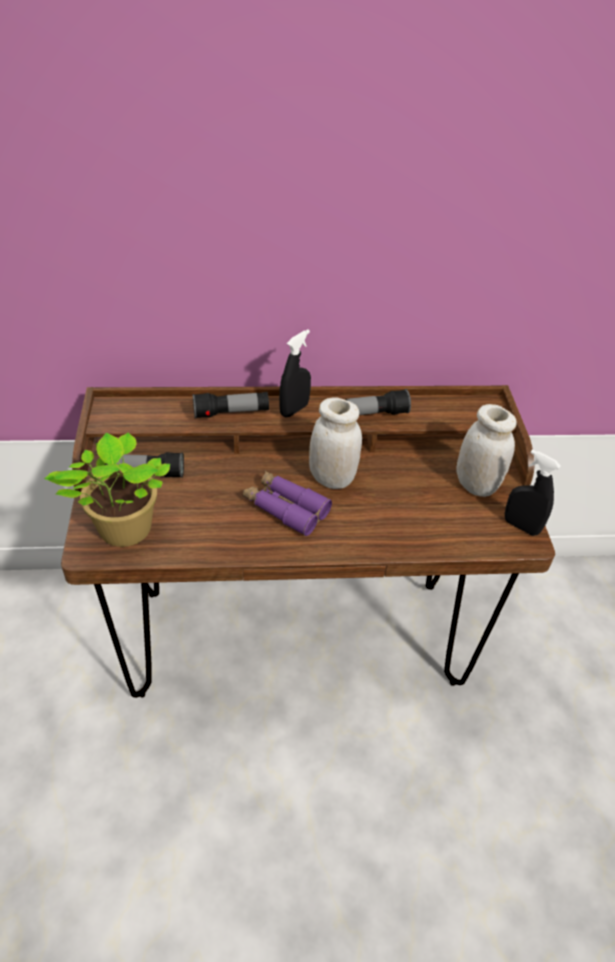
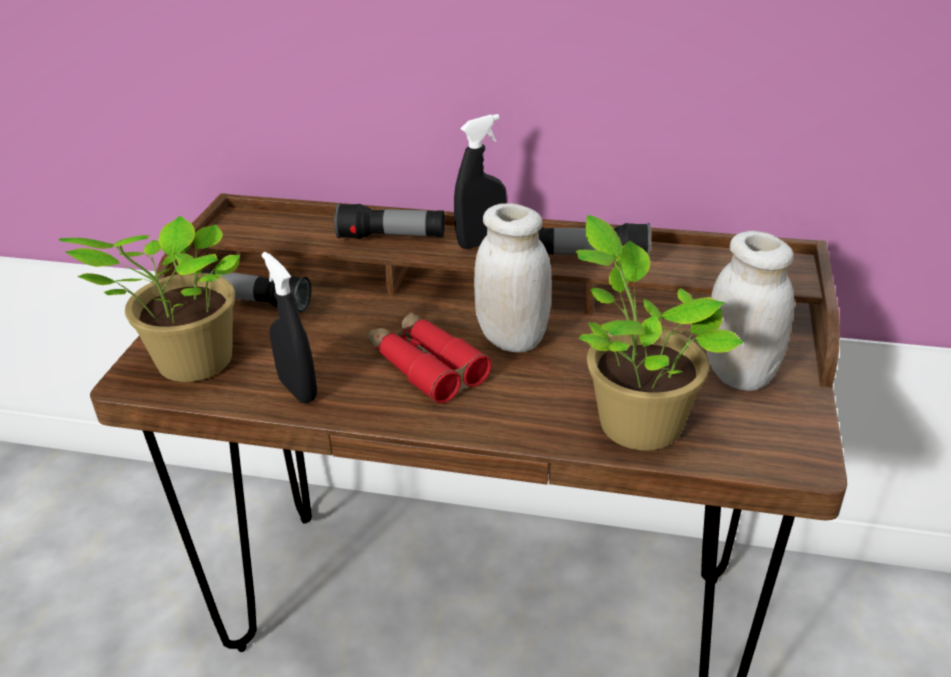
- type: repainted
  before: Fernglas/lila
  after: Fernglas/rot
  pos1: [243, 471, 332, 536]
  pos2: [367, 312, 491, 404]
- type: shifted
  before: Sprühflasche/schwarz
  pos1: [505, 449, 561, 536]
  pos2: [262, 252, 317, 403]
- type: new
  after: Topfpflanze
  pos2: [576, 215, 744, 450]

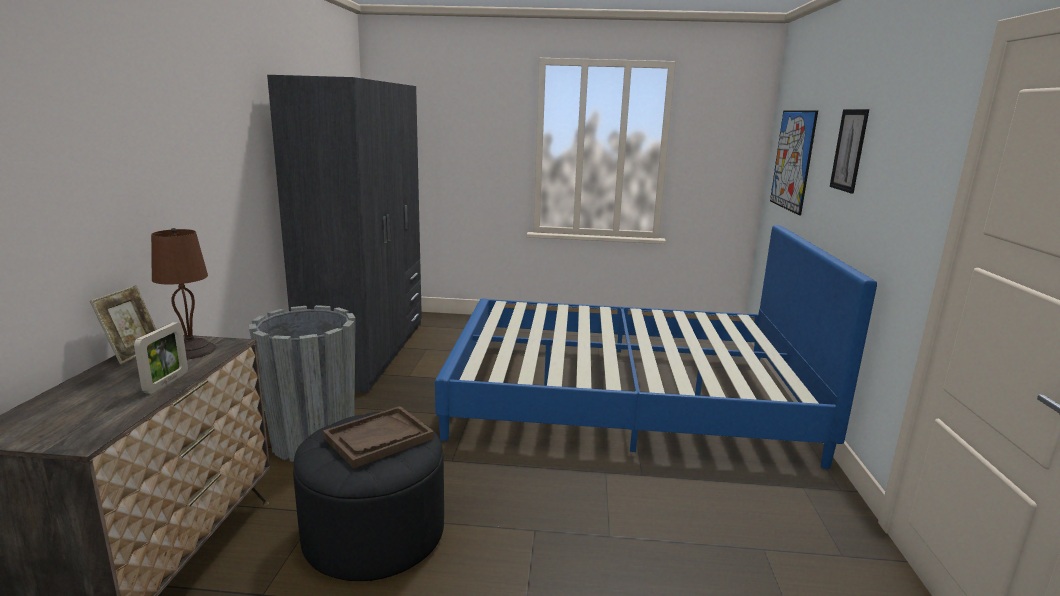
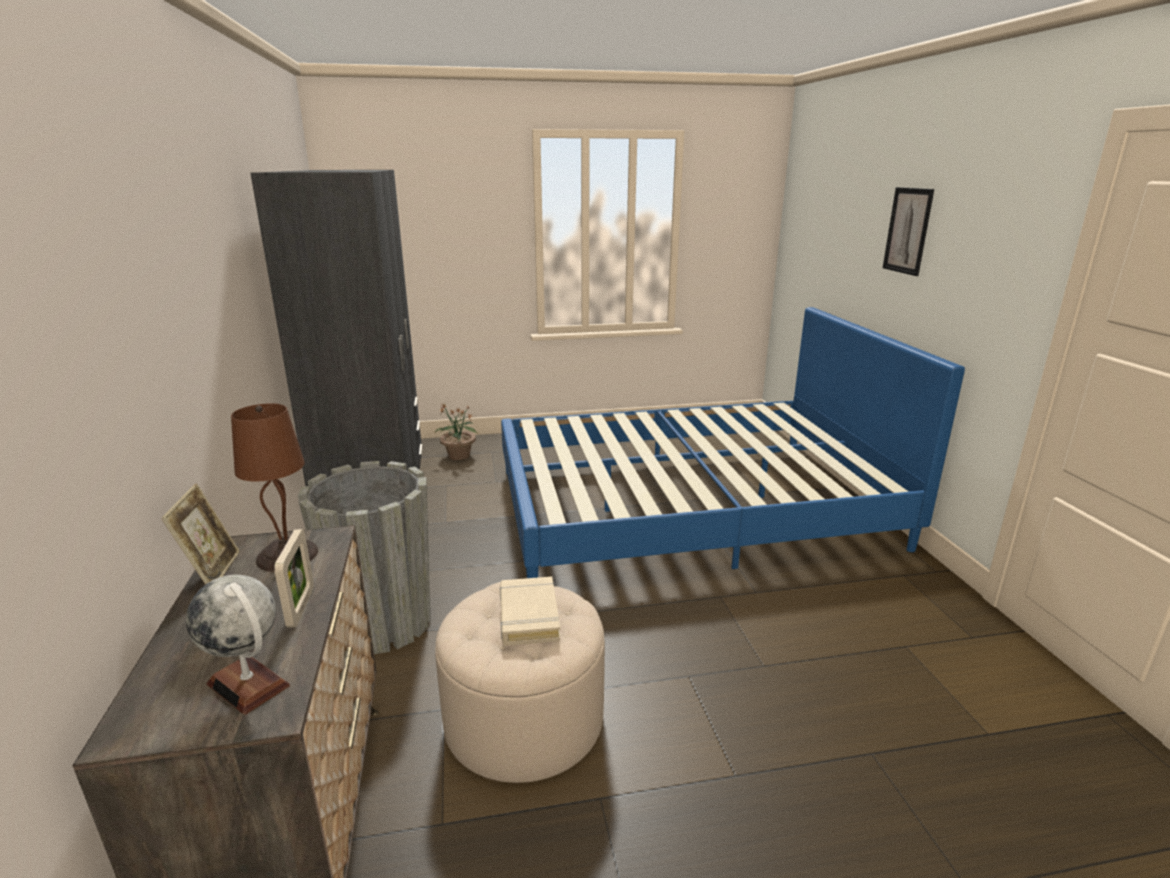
- type: repainted
  before: Polsterhocker/schwarz
  after: Polsterhocker/beige
  pos1: [293, 412, 444, 581]
  pos2: [435, 582, 605, 783]
- type: swapped
  before: Tablett/braun
  after: Buch/beige
  pos1: [323, 406, 434, 468]
  pos2: [500, 577, 560, 646]
- type: gone
  before: Bild
  pos1: [770, 110, 818, 216]
- type: new
  after: Globus
  pos2: [186, 575, 290, 715]
- type: new
  after: Topfpflanze
  pos2: [435, 404, 478, 460]

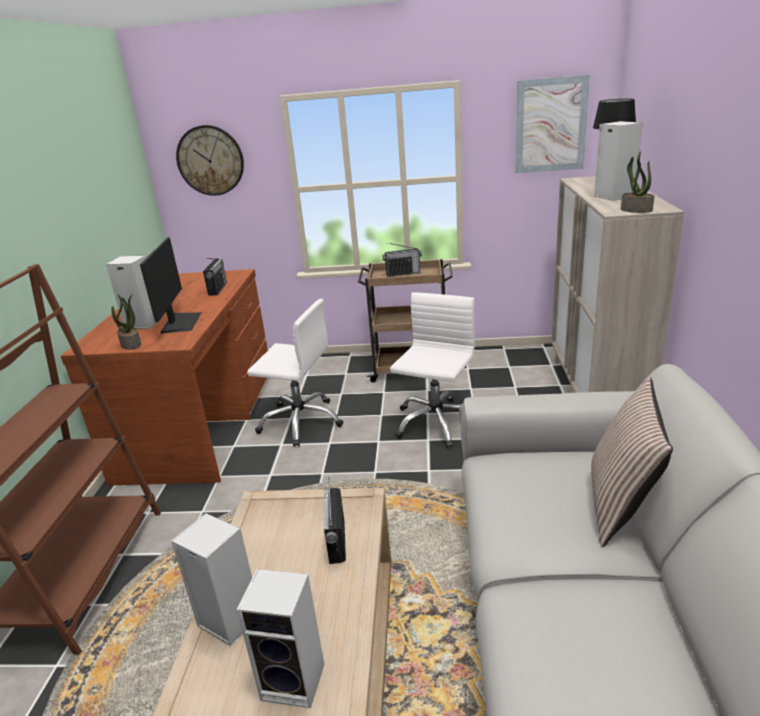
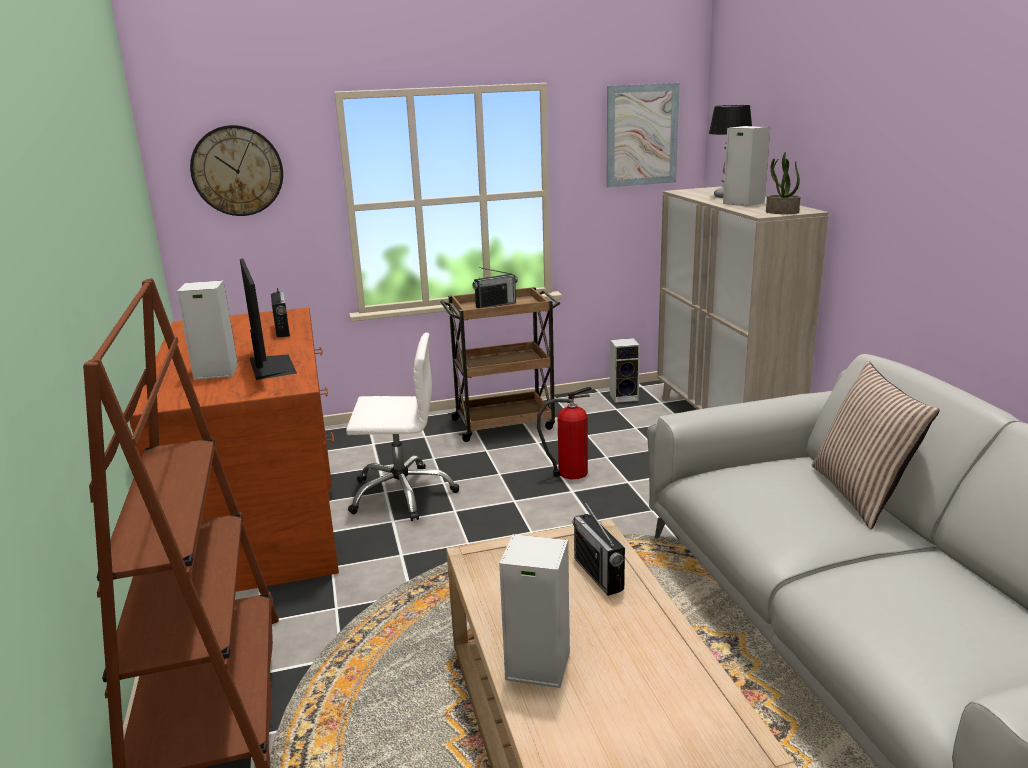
- type: gone
  before: Topfpflanze
  pos1: [111, 294, 141, 350]
- type: shifted
  before: Lautsprecher
  pos1: [237, 569, 324, 708]
  pos2: [610, 338, 640, 403]
- type: swapped
  before: Bürostuhl/weiß
  after: Feuerlöscher
  pos1: [390, 292, 475, 448]
  pos2: [537, 387, 592, 480]

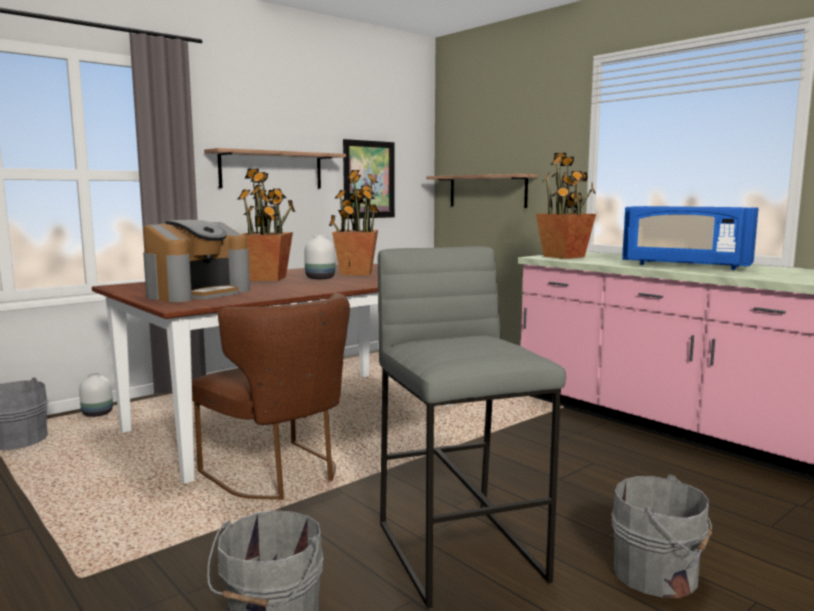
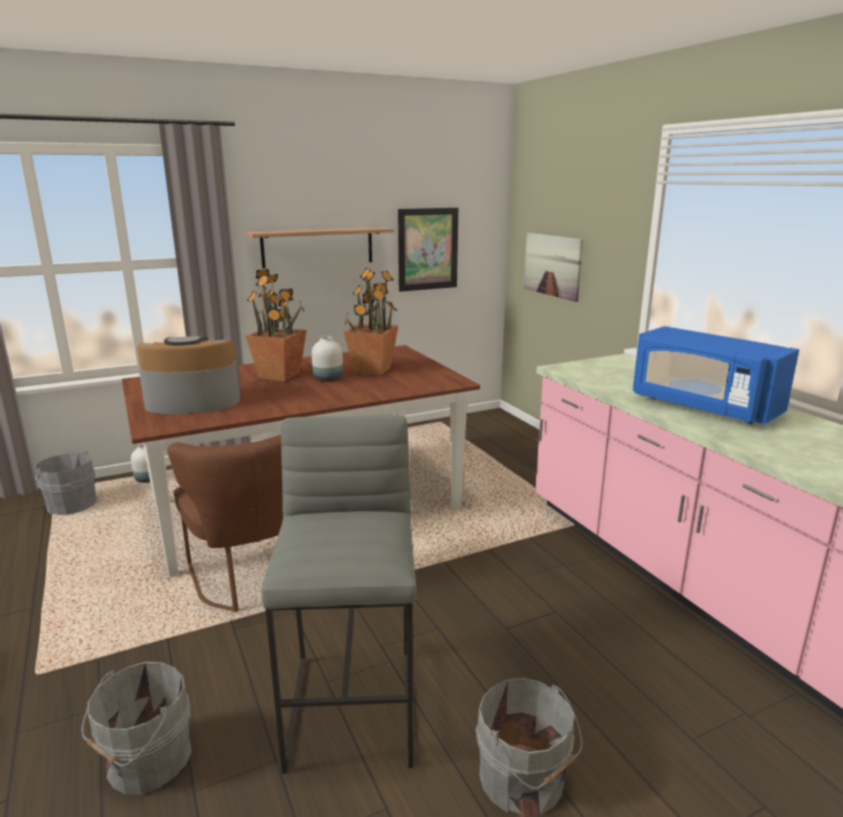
- type: rotated
  before: Kaffeemaschine
  pos1: [143, 220, 250, 302]
  pos2: [137, 336, 241, 414]
  turn: -150
- type: swapped
  before: Wandregal
  after: Bild
  pos1: [426, 174, 538, 208]
  pos2: [524, 233, 583, 302]
- type: gone
  before: Topfpflanze
  pos1: [536, 153, 596, 259]

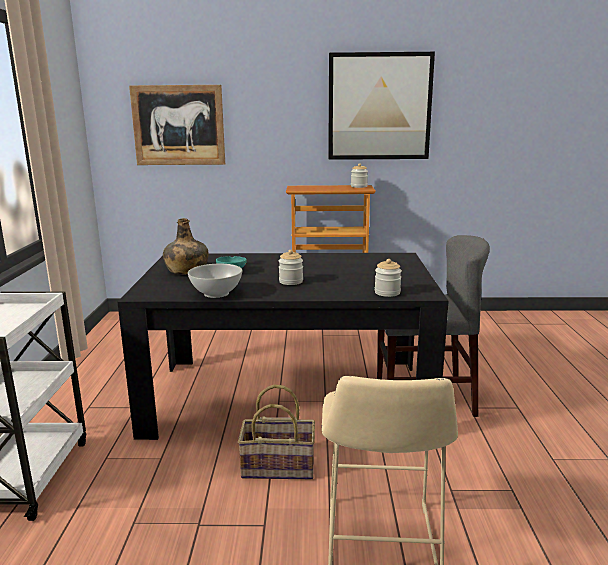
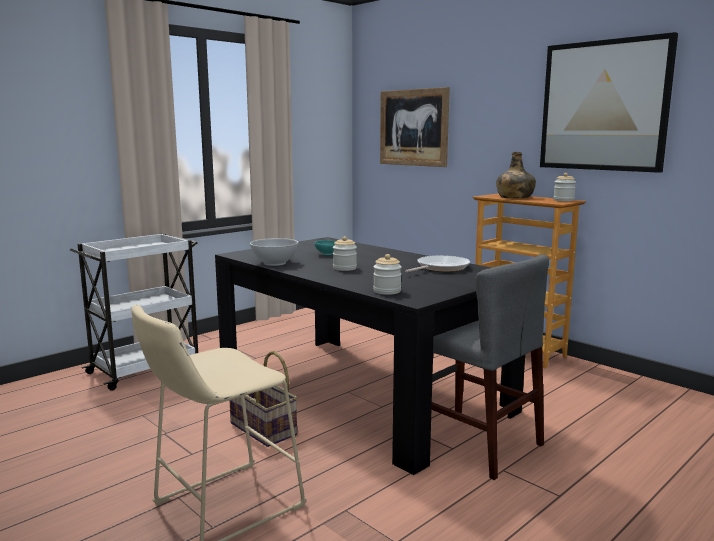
- type: shifted
  before: Flasche/grün
  pos1: [163, 218, 208, 275]
  pos2: [496, 152, 536, 198]
- type: new
  after: Pfanne
  pos2: [405, 255, 470, 272]

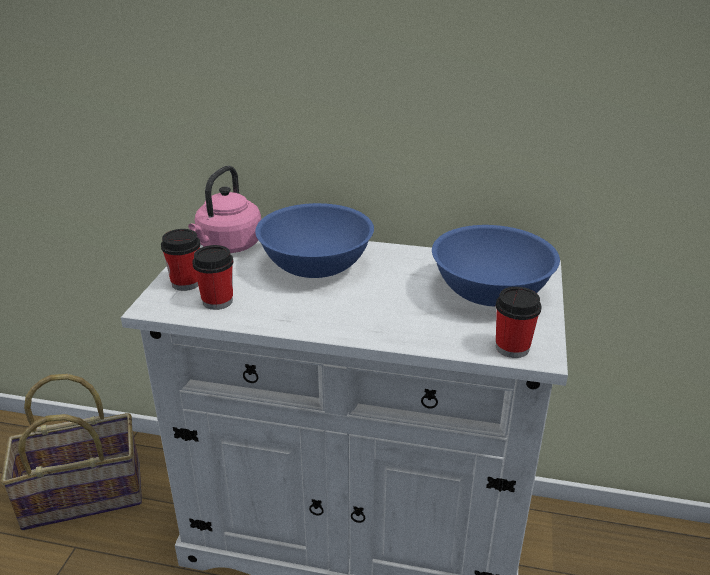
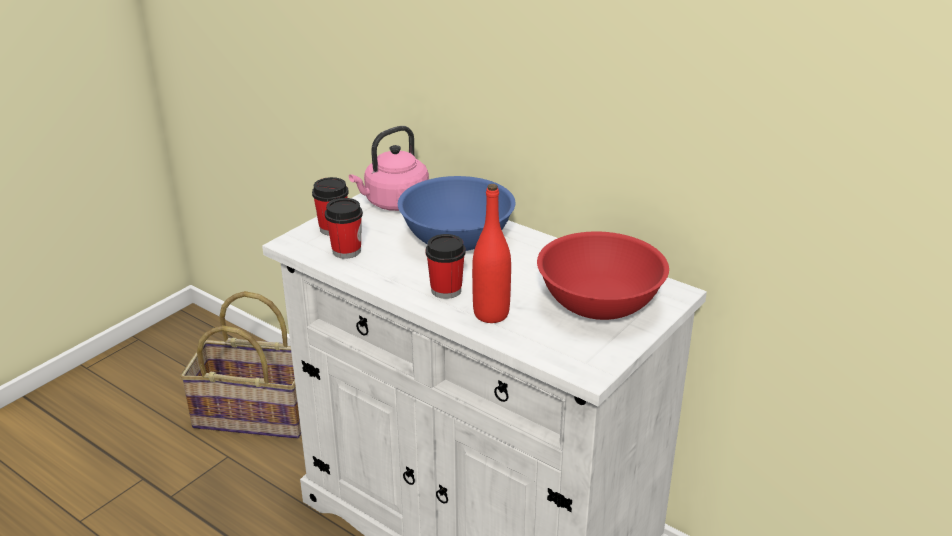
- type: repainted
  before: Schüssel/blau
  after: Schüssel/rot
  pos1: [432, 225, 560, 307]
  pos2: [537, 231, 669, 320]
- type: shifted
  before: Tasse
  pos1: [496, 287, 541, 358]
  pos2: [426, 234, 466, 299]
- type: new
  after: Flasche/rot
  pos2: [472, 184, 511, 323]

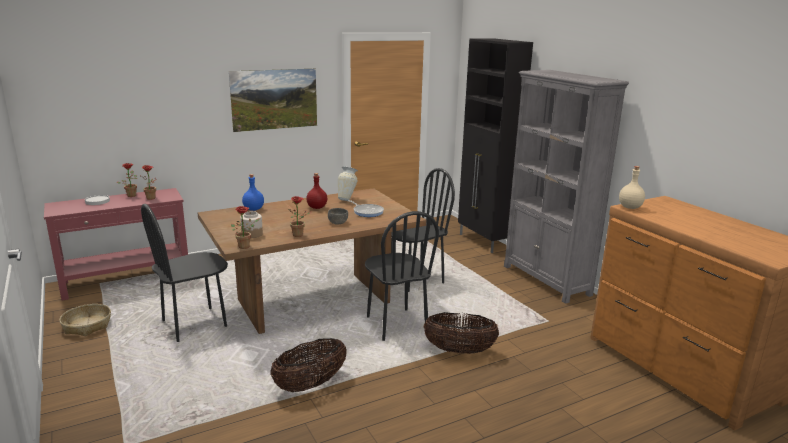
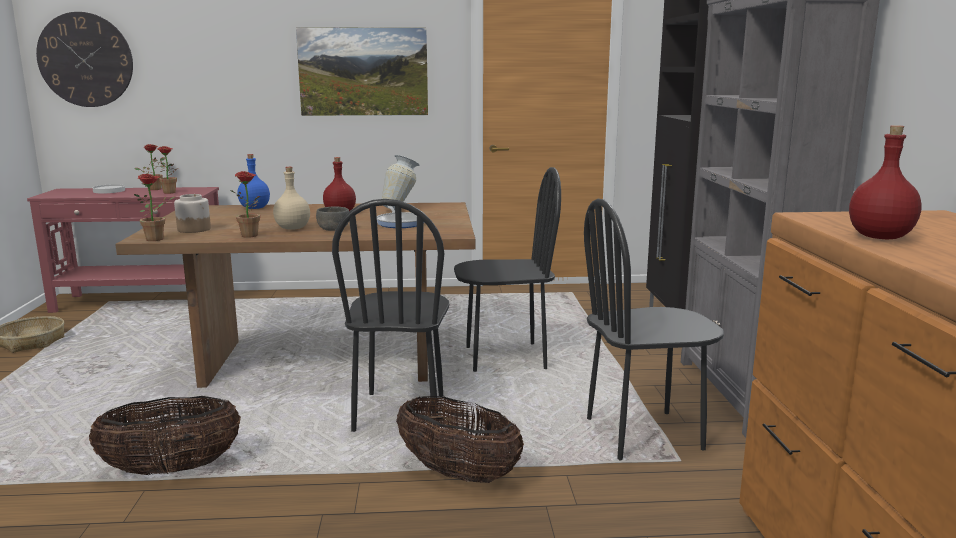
- type: shifted
  before: Stuhl/schwarz
  pos1: [141, 204, 228, 342]
  pos2: [584, 199, 724, 461]
- type: shifted
  before: Flasche/beige
  pos1: [619, 166, 645, 209]
  pos2: [273, 167, 310, 230]
- type: new
  after: Wanduhr
  pos2: [36, 12, 133, 107]
- type: new
  after: Flasche/rot
  pos2: [849, 125, 922, 239]

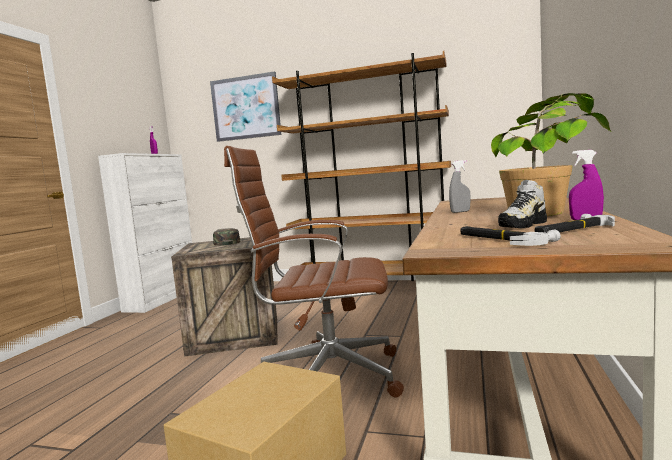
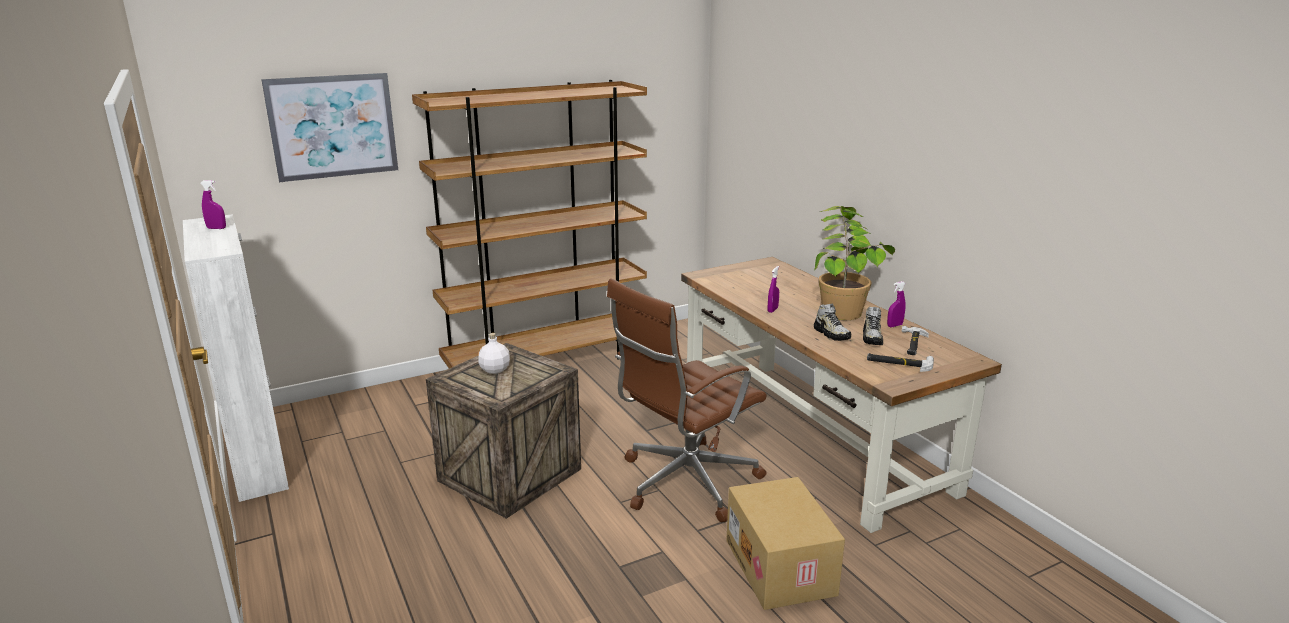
- type: swapped
  before: Kappe/grün
  after: Flasche/weiß
  pos1: [213, 228, 240, 246]
  pos2: [478, 333, 510, 374]
- type: repainted
  before: Sprühflasche/grau
  after: Sprühflasche/lila
  pos1: [449, 160, 471, 213]
  pos2: [767, 266, 779, 313]
- type: new
  after: Schuh
  pos2: [814, 303, 851, 341]

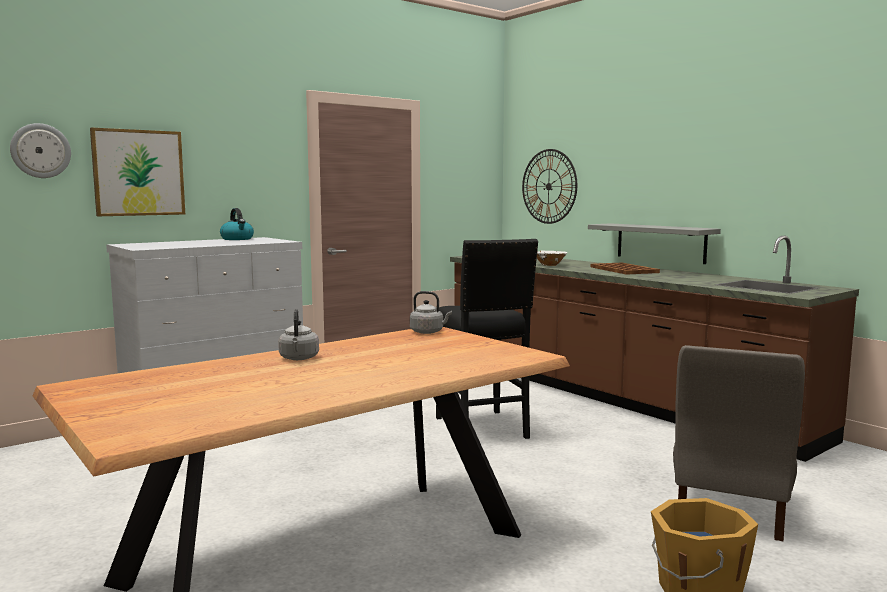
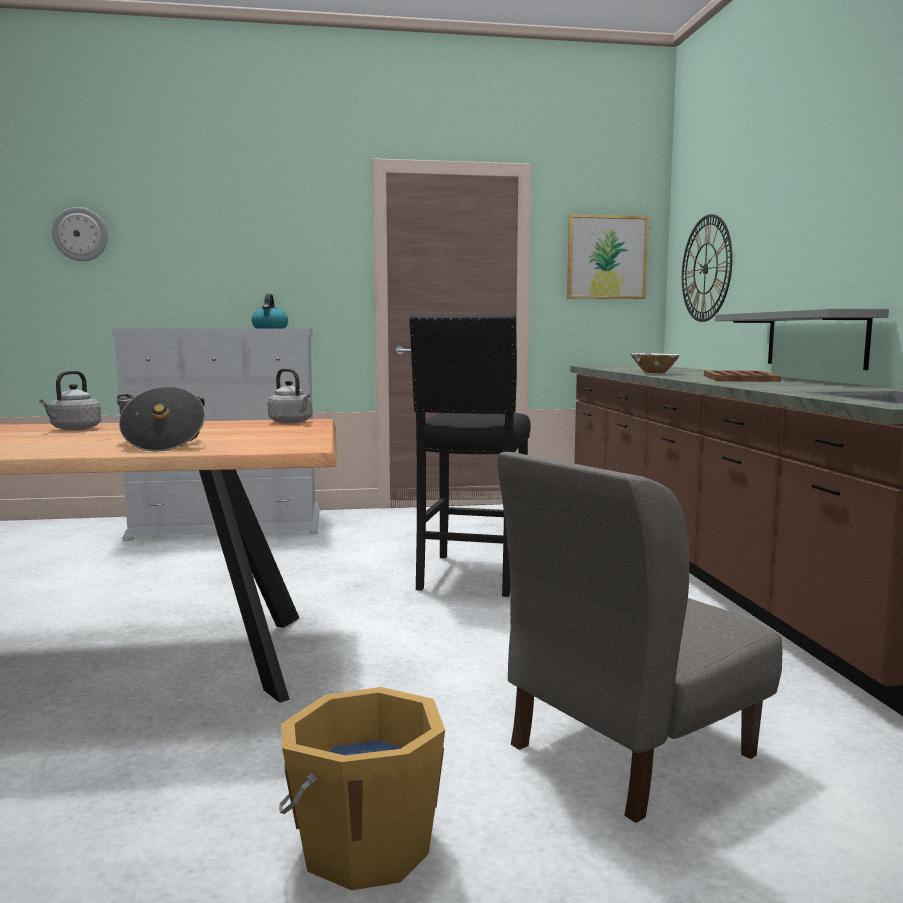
- type: shifted
  before: Bild
  pos1: [90, 127, 185, 216]
  pos2: [567, 215, 649, 299]
- type: new
  after: Kochtopf
  pos2: [117, 387, 205, 452]

